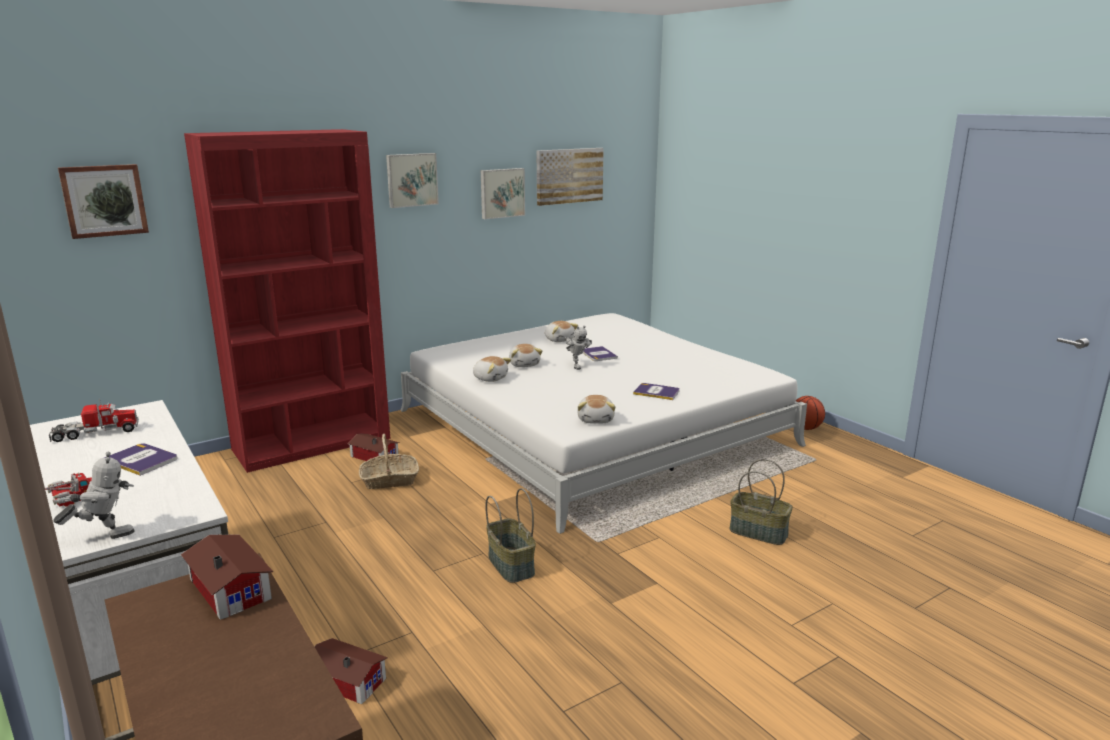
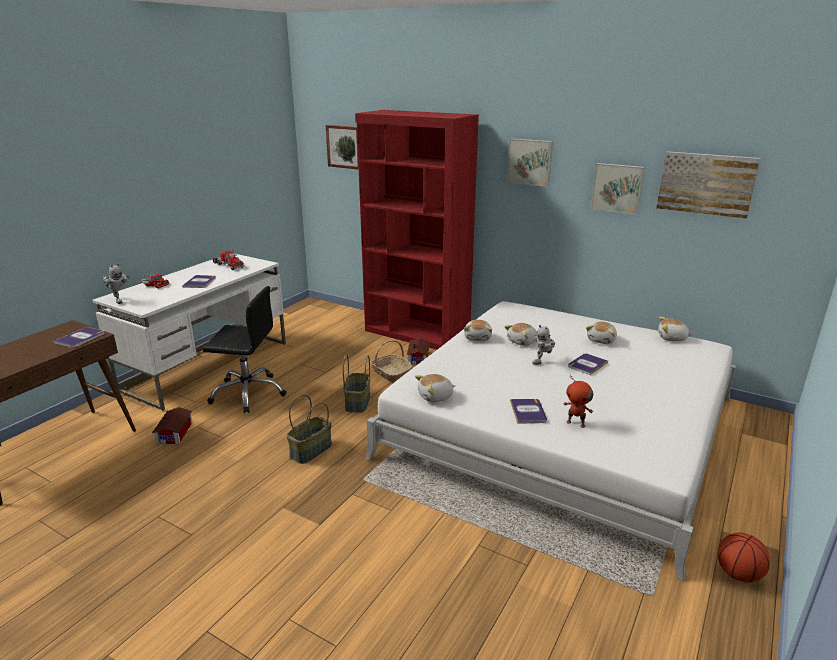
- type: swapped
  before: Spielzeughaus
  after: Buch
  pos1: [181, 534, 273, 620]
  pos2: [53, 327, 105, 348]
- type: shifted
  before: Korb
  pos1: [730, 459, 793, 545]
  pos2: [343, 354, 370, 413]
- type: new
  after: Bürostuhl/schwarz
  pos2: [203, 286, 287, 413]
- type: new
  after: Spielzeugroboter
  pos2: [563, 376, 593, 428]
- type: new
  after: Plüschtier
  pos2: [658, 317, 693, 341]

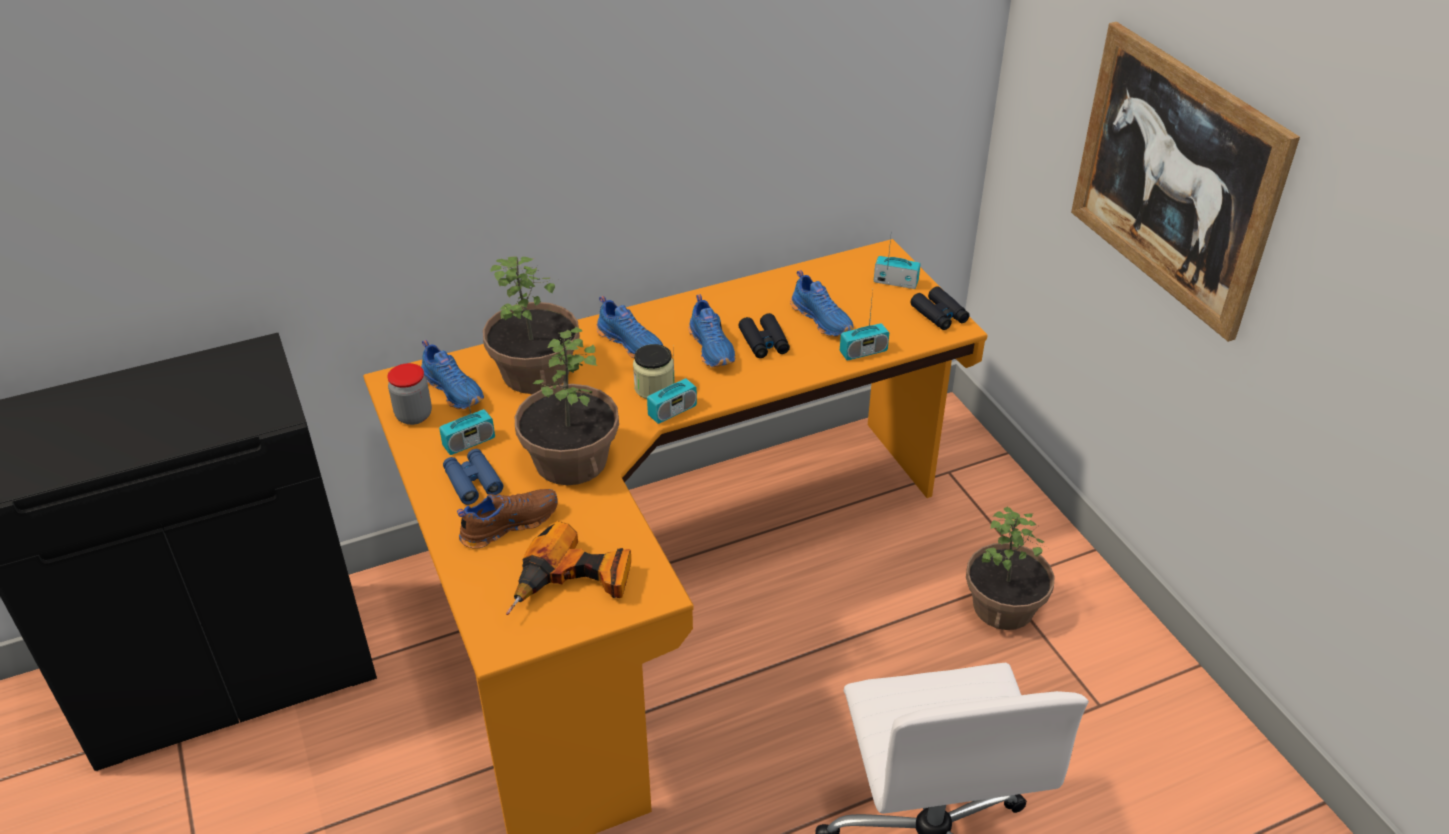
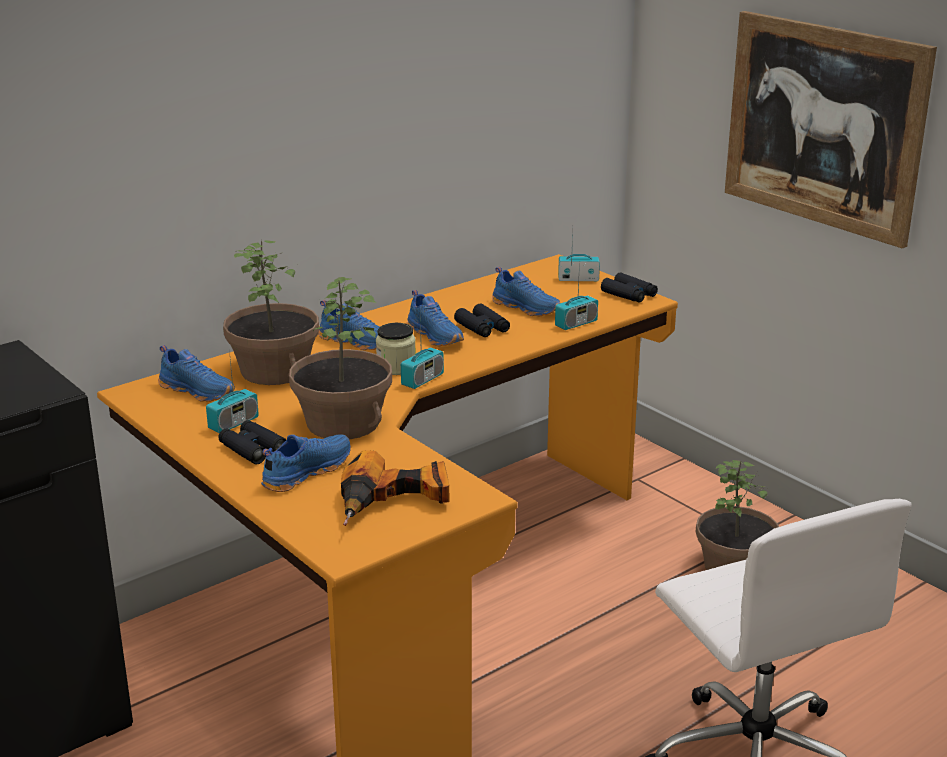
- type: gone
  before: Vorratsglas
  pos1: [387, 363, 432, 425]
- type: repainted
  before: Fernglas/blau
  after: Fernglas/schwarz
  pos1: [443, 449, 503, 505]
  pos2: [219, 420, 286, 464]
- type: repainted
  before: Schuh/braun
  after: Schuh/blau
  pos1: [457, 489, 558, 549]
  pos2: [261, 434, 351, 492]

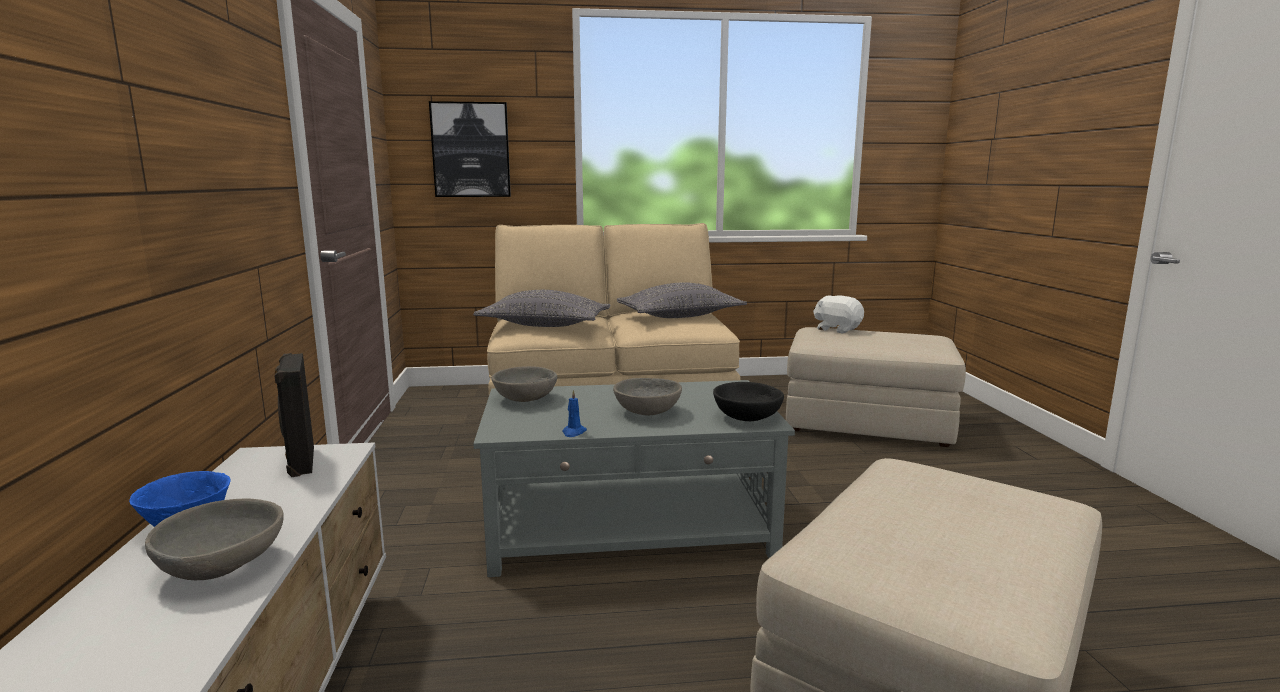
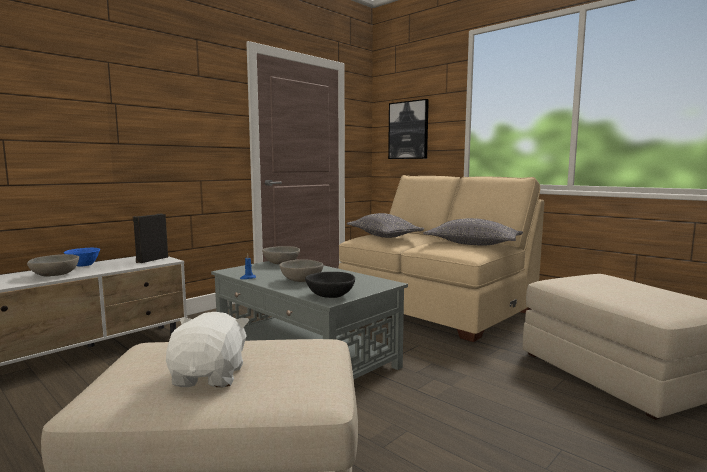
- type: shifted
  before: Plüschtier/weiß
  pos1: [813, 295, 864, 333]
  pos2: [166, 312, 249, 387]

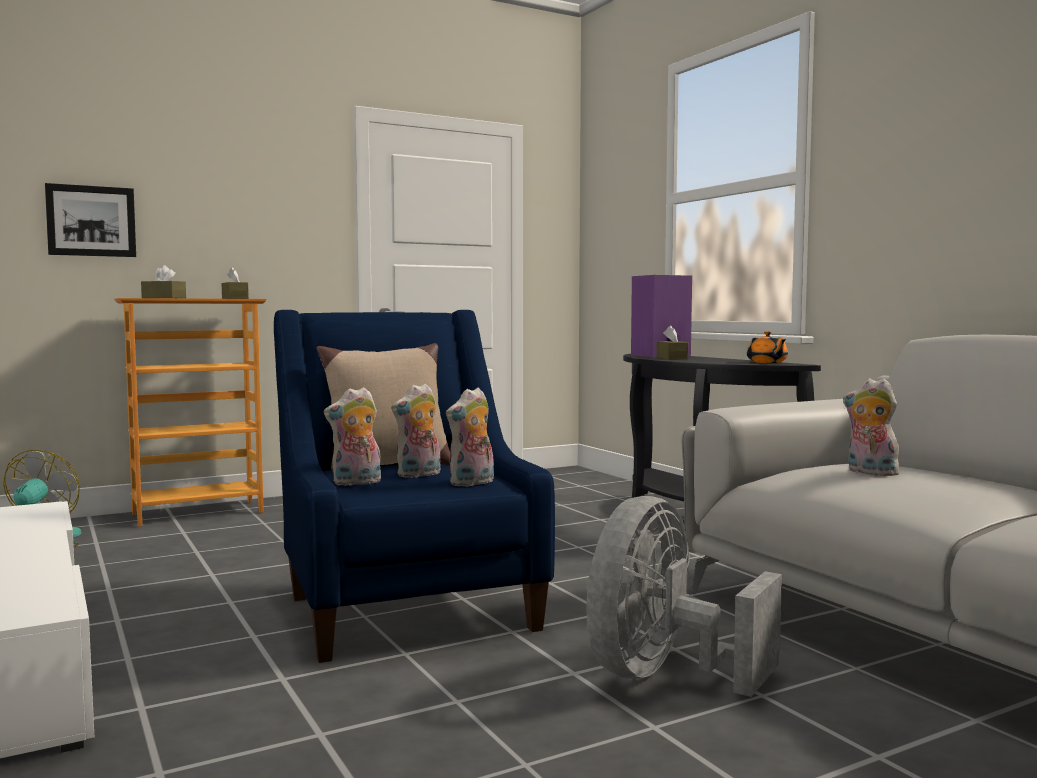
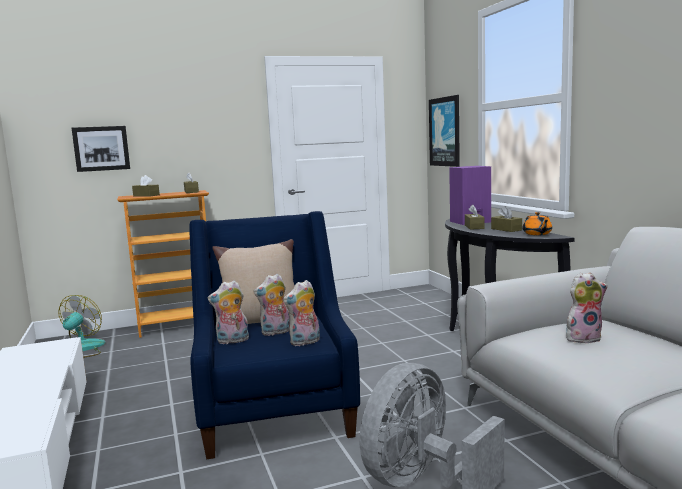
- type: rotated
  before: Plüschtier
  pos1: [843, 379, 899, 476]
  pos2: [566, 272, 608, 343]
  turn: 120
- type: new
  after: Bild
  pos2: [429, 95, 460, 167]
- type: new
  after: Taschentuchbox/braun
  pos2: [491, 206, 522, 232]

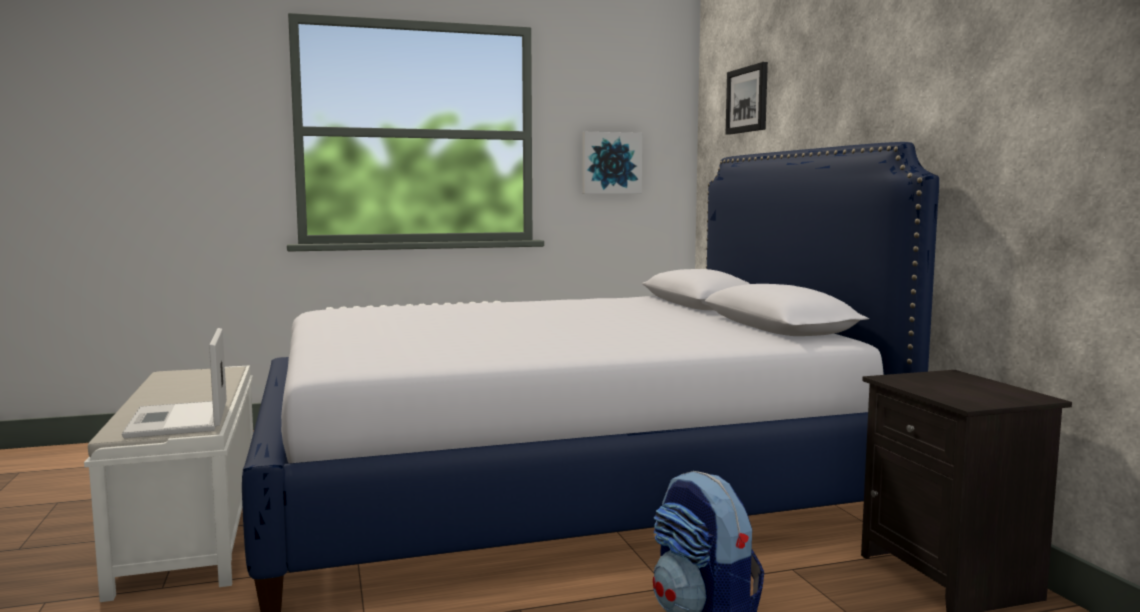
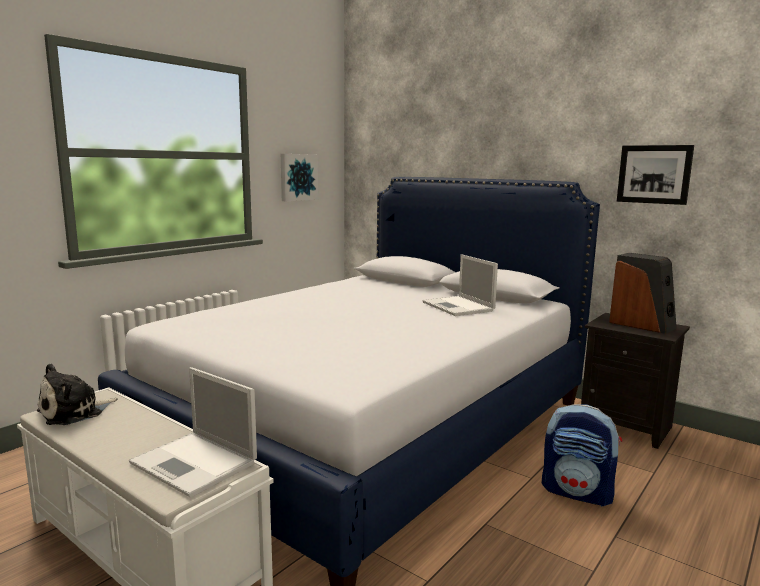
- type: shifted
  before: Bild
  pos1: [726, 62, 768, 135]
  pos2: [617, 145, 694, 205]
- type: new
  after: Plüschtier
  pos2: [37, 363, 118, 425]
- type: new
  after: Laptop
  pos2: [422, 254, 498, 316]
- type: new
  after: Lautsprecher
  pos2: [609, 253, 677, 334]

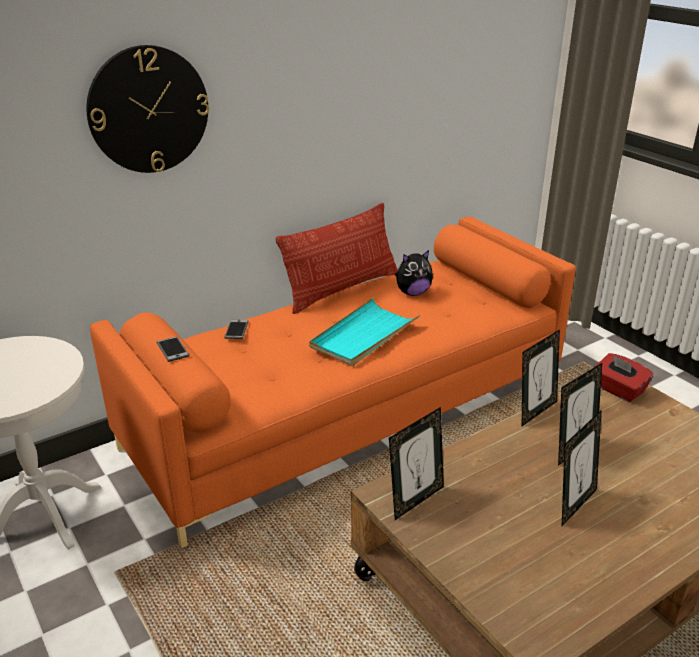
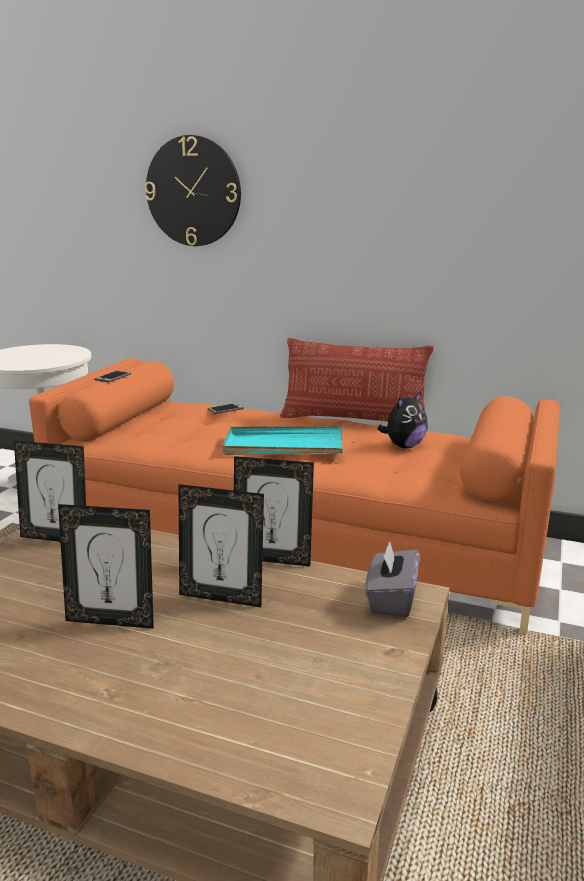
- type: rotated
  before: Plüschtier
  pos1: [395, 250, 433, 296]
  pos2: [377, 392, 428, 448]
  turn: -75
- type: repainted
  before: Taschentuchbox/rot
  after: Taschentuchbox/grau
  pos1: [595, 353, 653, 402]
  pos2: [365, 540, 420, 618]

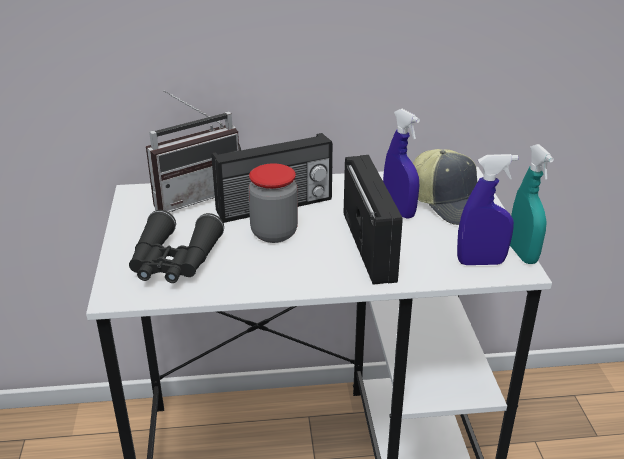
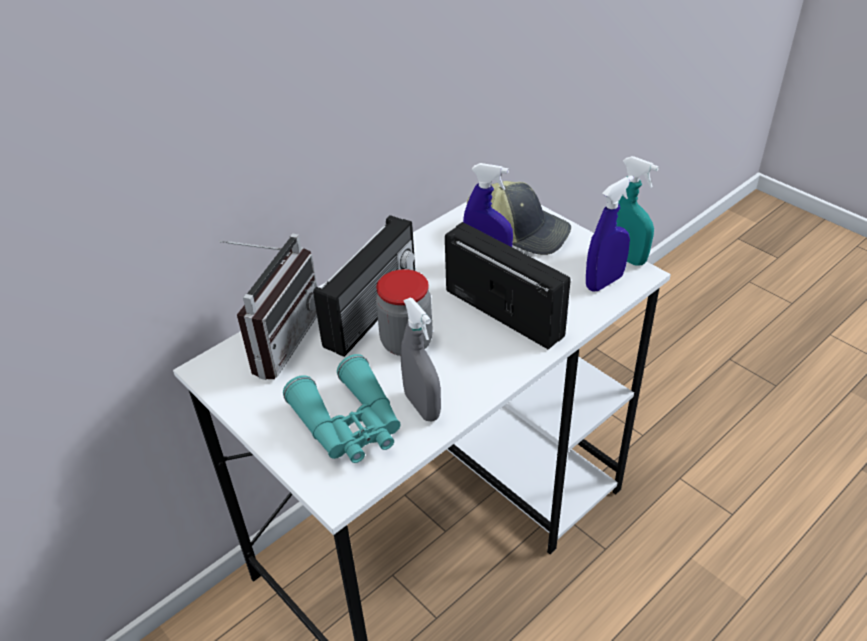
- type: repainted
  before: Fernglas/schwarz
  after: Fernglas/türkis
  pos1: [129, 210, 224, 283]
  pos2: [283, 354, 401, 463]
- type: new
  after: Sprühflasche/grau
  pos2: [401, 298, 441, 422]

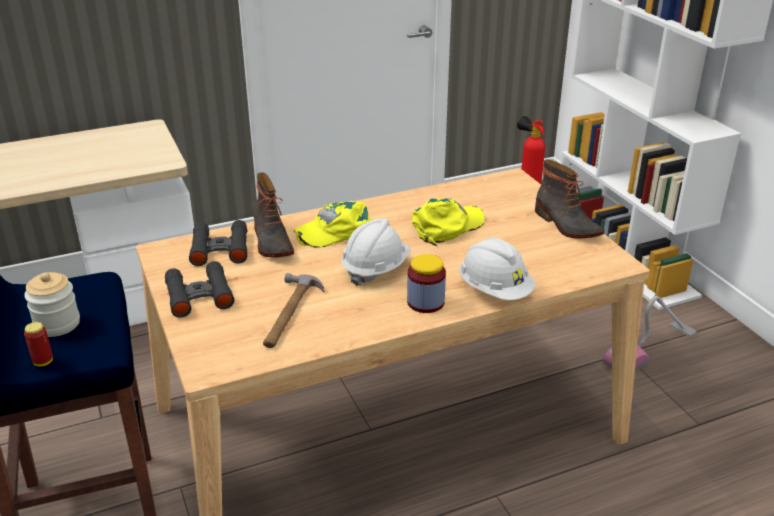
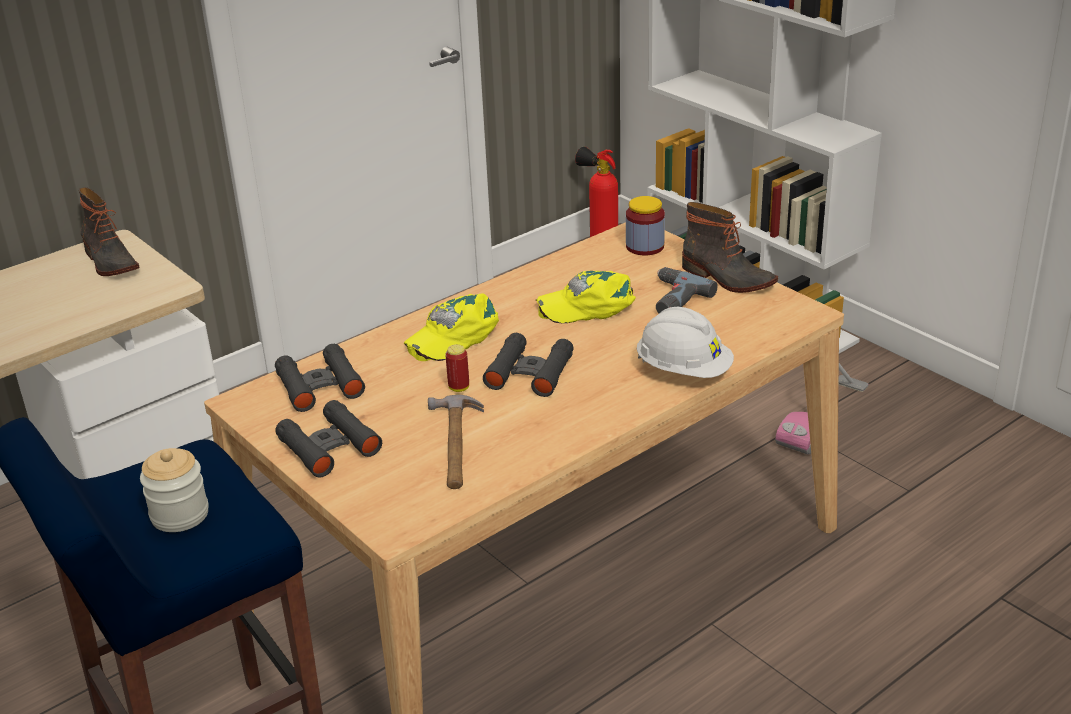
- type: shifted
  before: Dose
  pos1: [24, 322, 53, 366]
  pos2: [445, 344, 469, 392]
- type: shifted
  before: Stiefel
  pos1: [253, 172, 294, 258]
  pos2: [79, 187, 140, 276]
- type: swapped
  before: Schutzhelm/weiß
  after: Fernglas/schwarz
  pos1: [342, 218, 411, 286]
  pos2: [483, 333, 574, 397]
- type: shifted
  before: Vorratsglas
  pos1: [407, 254, 446, 313]
  pos2: [626, 196, 665, 255]
- type: rotated
  before: Kappe/gelb
  pos1: [412, 198, 485, 246]
  pos2: [536, 271, 636, 323]
  turn: -135
- type: new
  after: Bohrmaschine
  pos2: [656, 267, 718, 313]

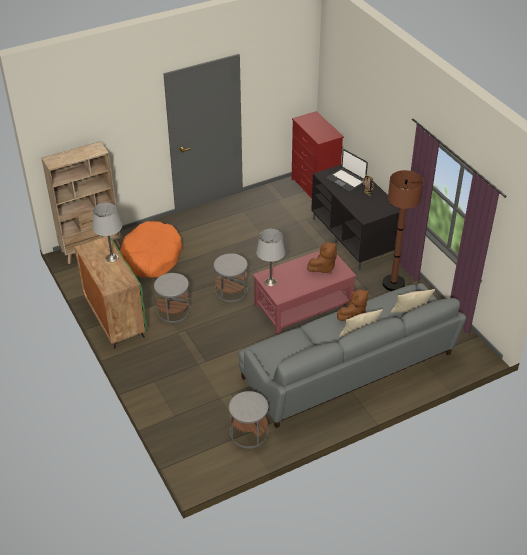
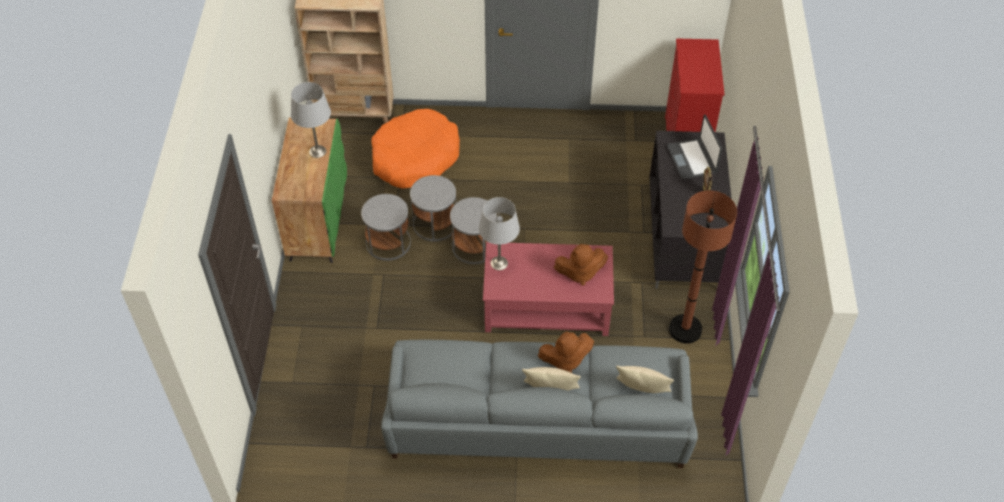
- type: shifted
  before: Beistelltisch/grau
  pos1: [229, 391, 268, 449]
  pos2: [410, 175, 456, 241]

